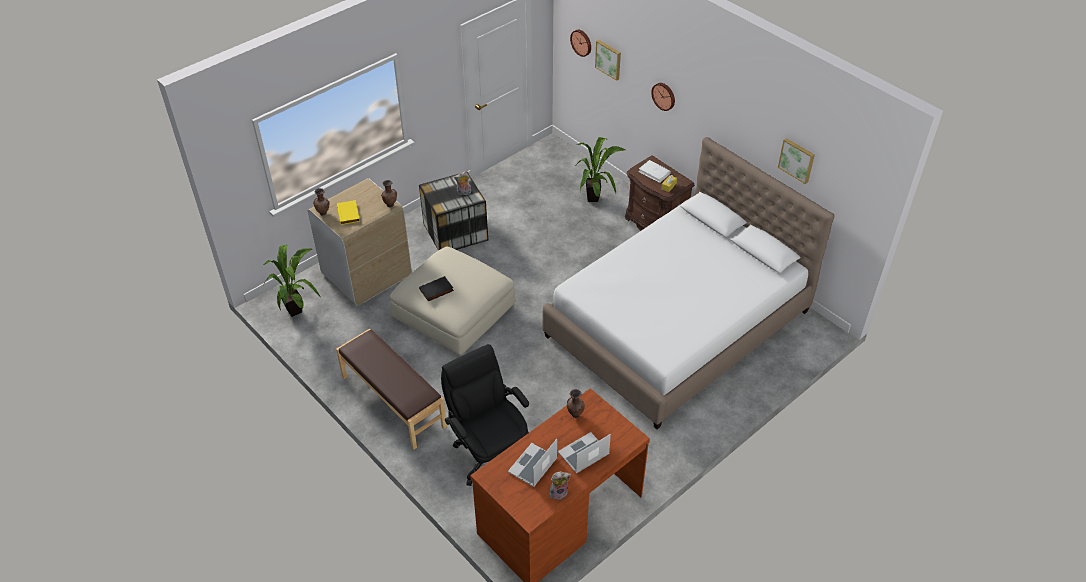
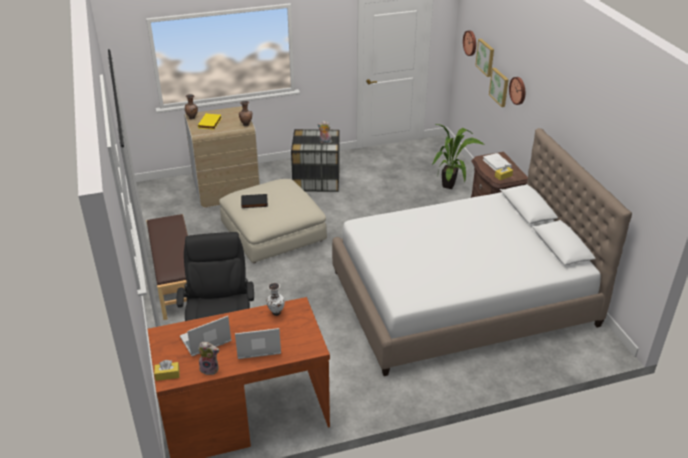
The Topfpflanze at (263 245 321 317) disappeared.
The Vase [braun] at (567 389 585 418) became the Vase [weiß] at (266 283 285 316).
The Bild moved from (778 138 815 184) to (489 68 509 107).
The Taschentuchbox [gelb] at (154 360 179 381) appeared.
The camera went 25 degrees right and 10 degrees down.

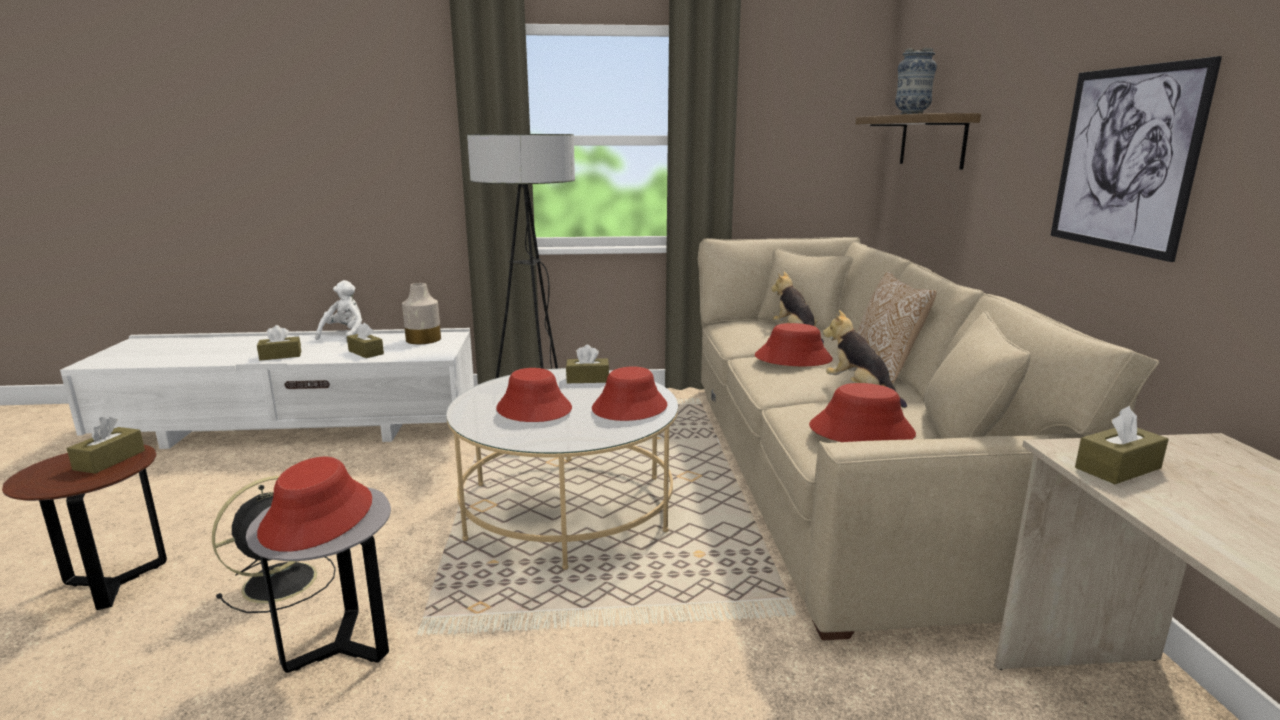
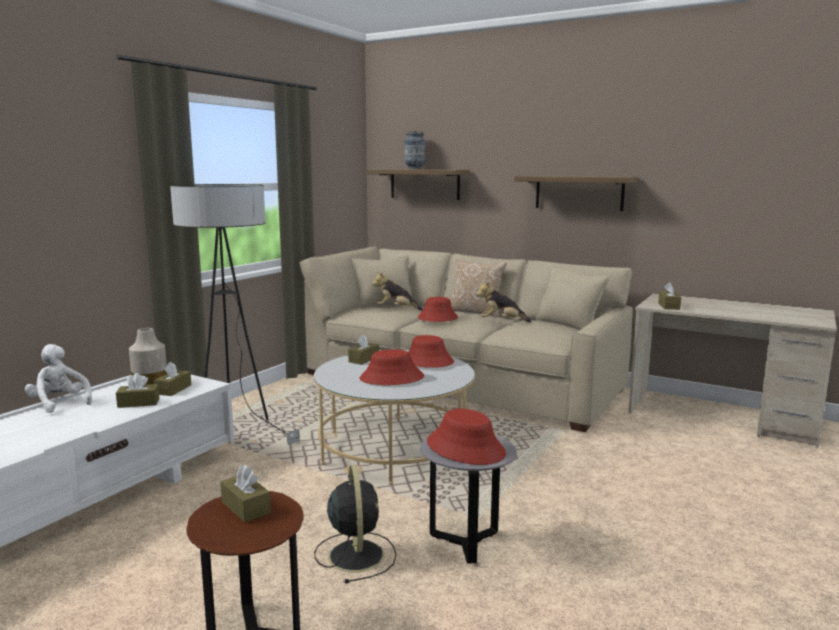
The Taschentuchbox [braun] moved from (257 325 301 361) to (154 361 191 396).
The Hut [rot] at (809 383 916 442) disappeared.
The Bild at (1051 56 1222 262) was replaced by the Wandregal at (514 176 639 211).
The camera went 55 degrees left and 5 degrees down.

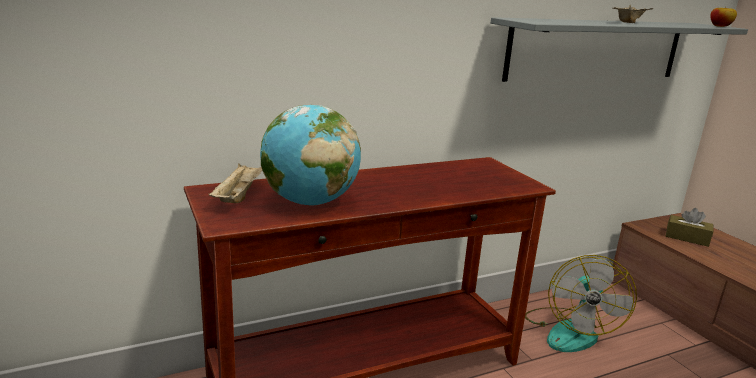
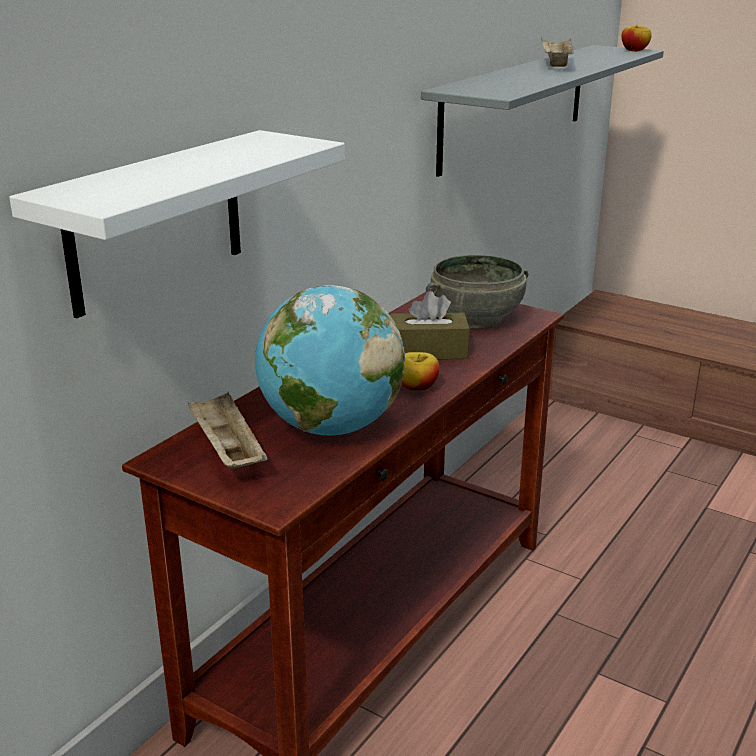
The Ventilator at (525 255 637 352) disappeared.
The Taschentuchbox [braun] moved from (666 208 714 247) to (389 291 470 360).
The Wandregal [weiß] at (9 130 345 318) appeared.
The Apfel at (402 352 439 391) appeared.
The Schüssel [grau] at (426 255 528 329) appeared.
The camera went 30 degrees left and 5 degrees up.

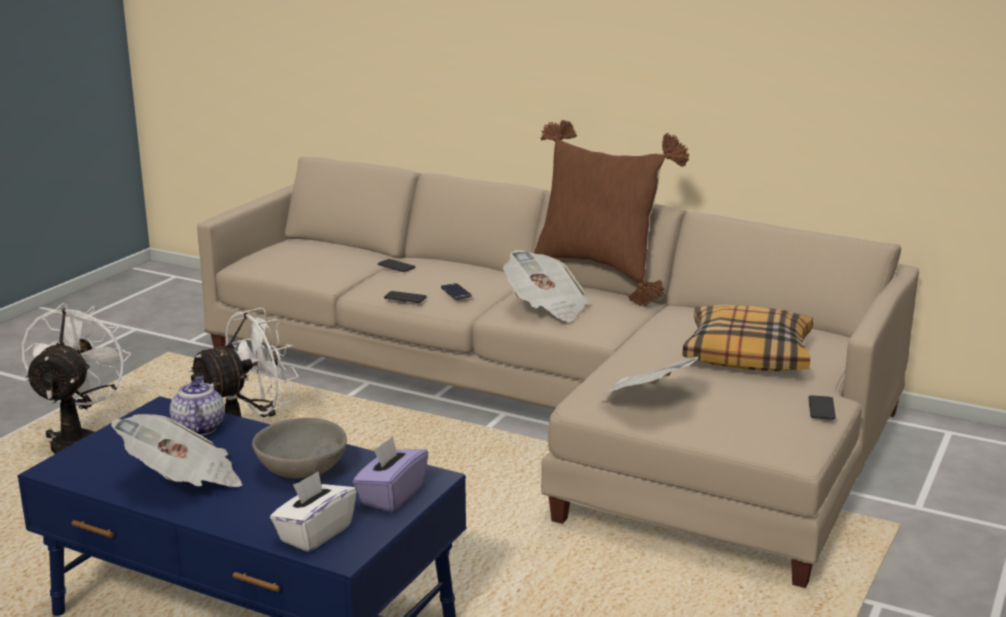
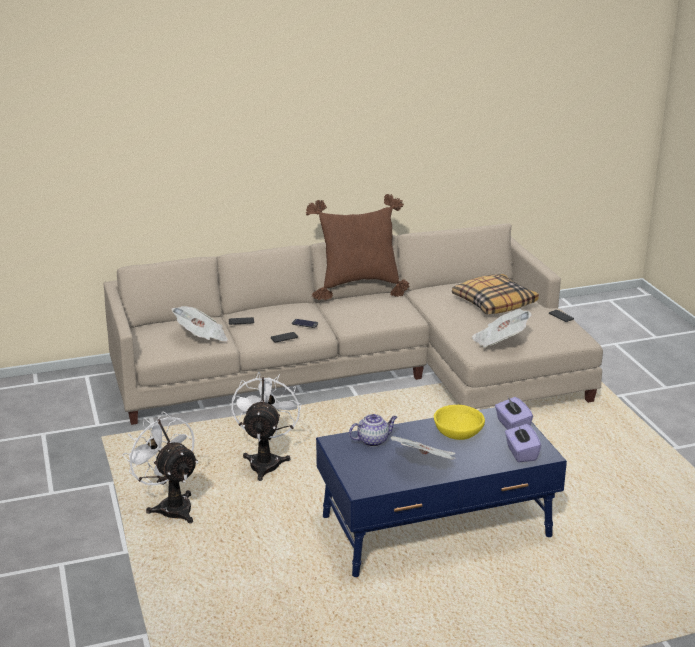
The Teekanne at (170 376 225 436) turned 120 degrees clockwise.
The Schüssel [grau] at (252 418 347 478) became the Schüssel [gelb] at (434 405 485 440).
The Taschentuchbox [weiß] at (270 471 357 552) became the Taschentuchbox [lila] at (505 424 541 462).
The Zeitung moved from (503 250 590 322) to (172 306 228 342).
The camera went 45 degrees left and 5 degrees up.

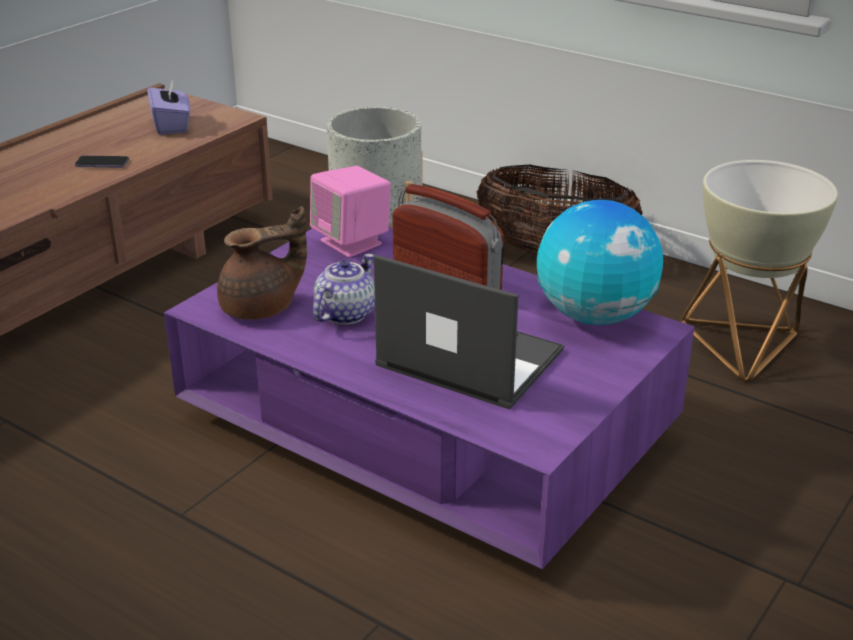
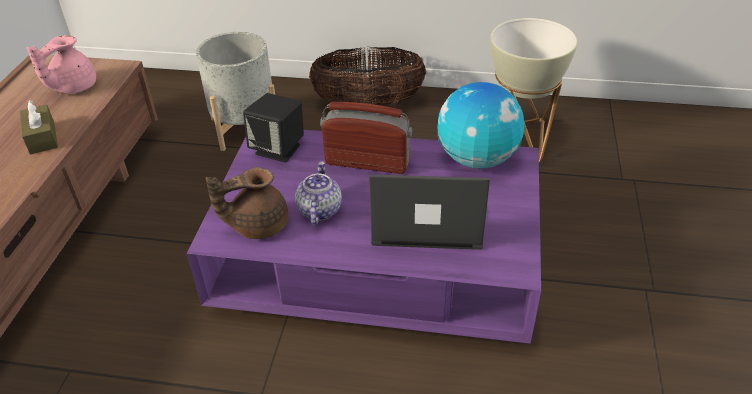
The Handy at (75 156 129 168) was replaced by the Taschentuchbox [braun] at (20 100 58 154).
The Taschentuchbox [lila] at (147 78 190 135) was replaced by the Teekanne [rosa] at (26 35 96 94).
The Teekanne [braun] at (217 206 307 320) turned 150 degrees counterclockwise.
The Lautsprecher [rosa] at (310 166 391 257) became the Lautsprecher [schwarz] at (243 93 304 163).
The camera went 25 degrees left and 10 degrees up.

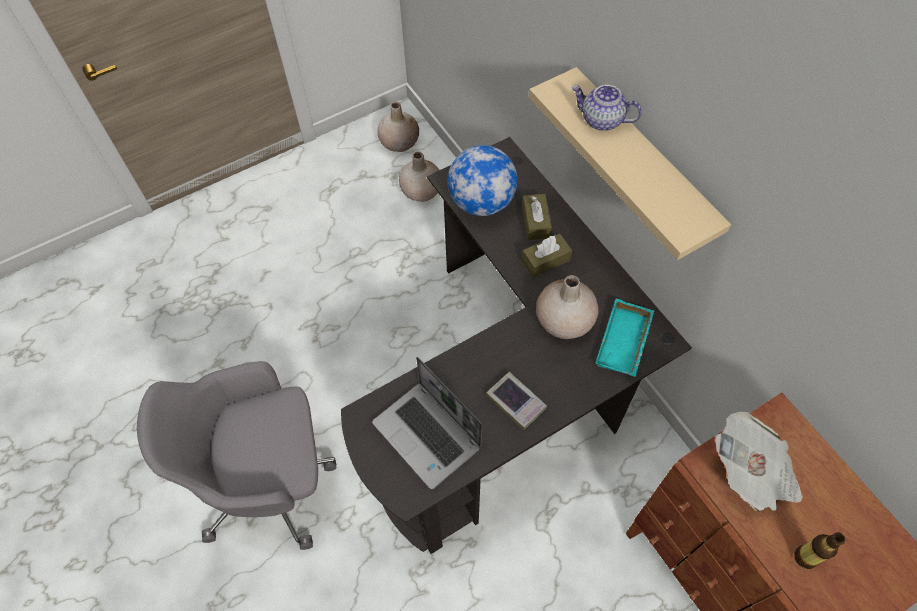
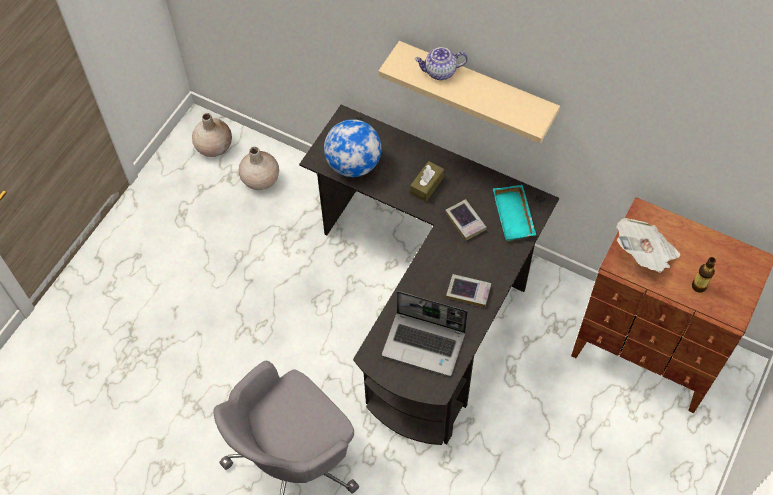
The Taschentuchbox [braun] at (522 194 552 240) disappeared.
The Vase [beige] at (536 275 598 339) was replaced by the Buch at (445 199 487 241).
The camera went 30 degrees left and 0 degrees up.

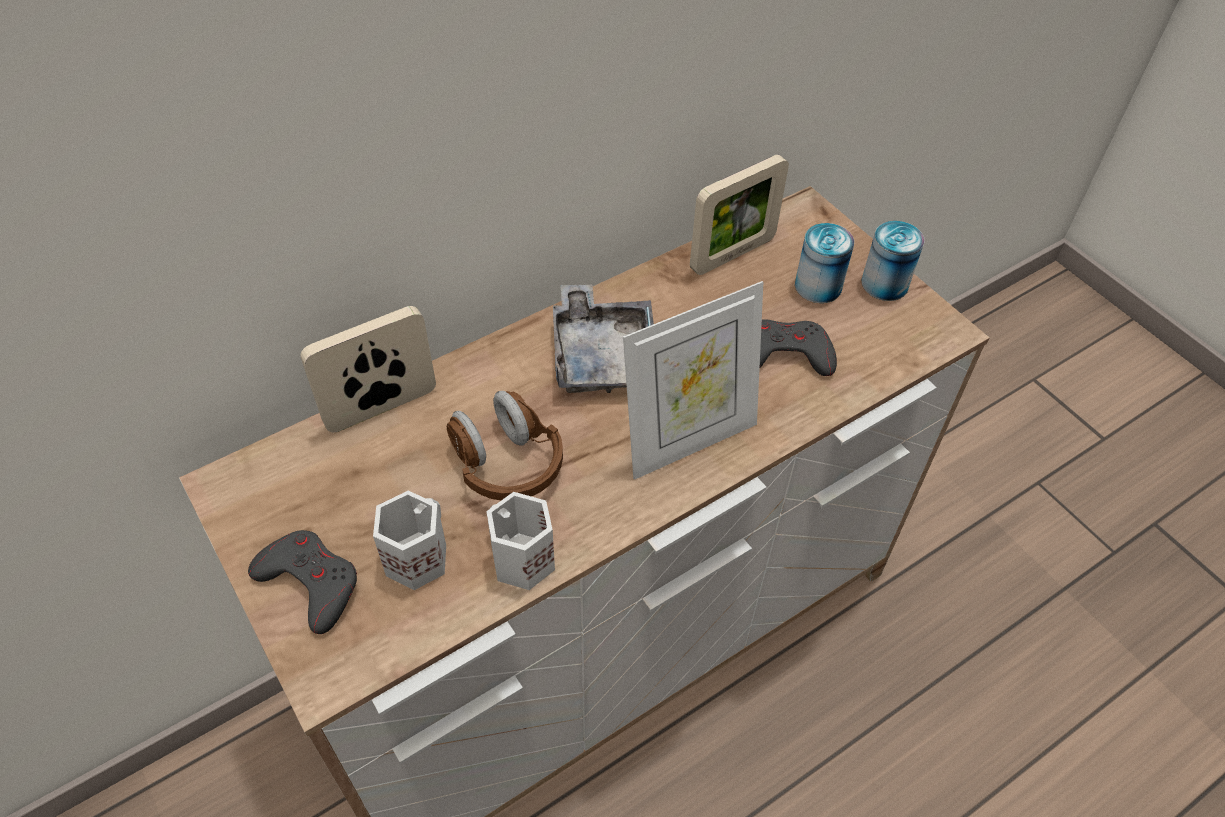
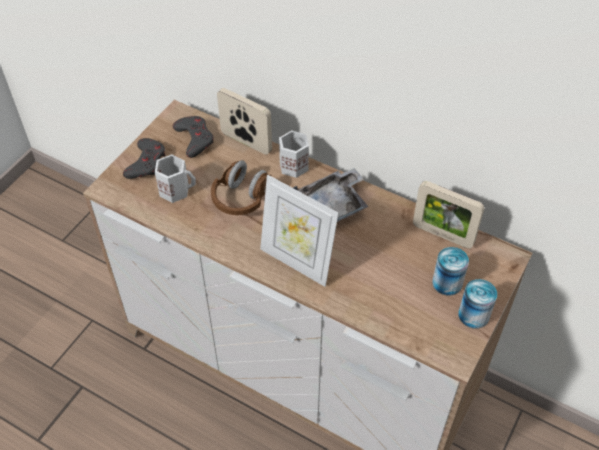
The Henkelbecher [weiß] moved from (486 492 555 590) to (279 130 309 178).
The Gamepad [grau] moved from (760 319 837 376) to (173 116 214 158).
The camera went 65 degrees right and 0 degrees up.

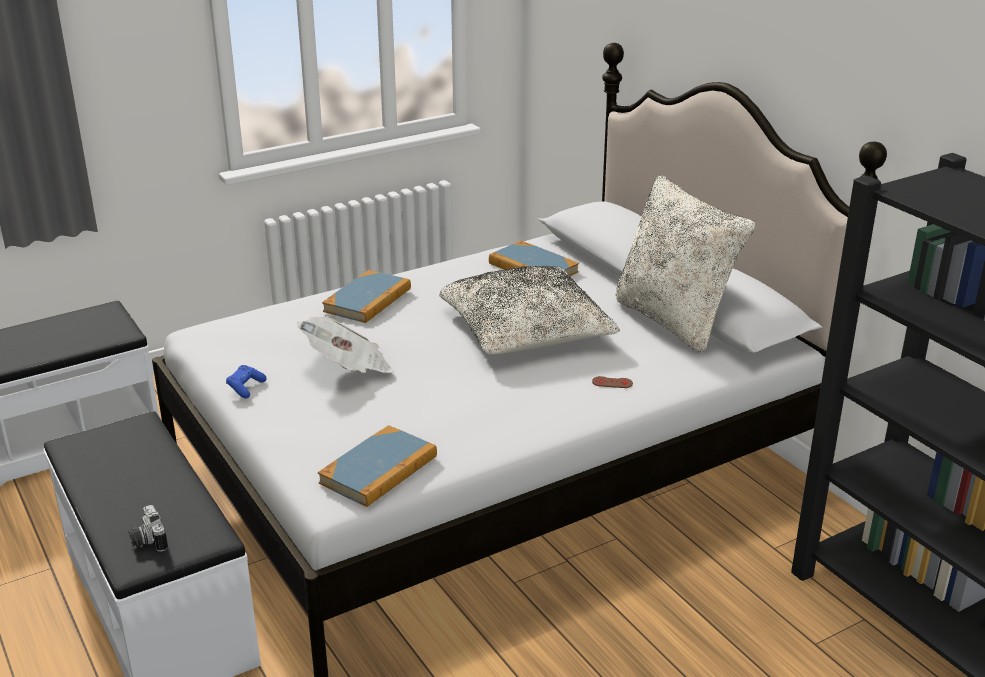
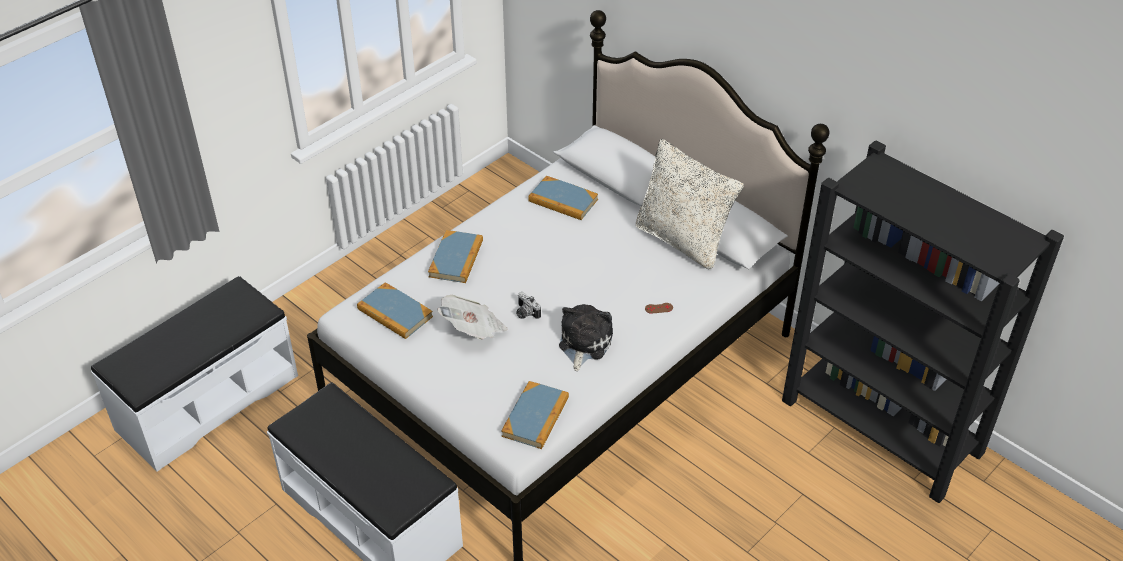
The Kamera moved from (129 505 168 552) to (516 292 541 319).
The Gamepad [blau] at (226 365 267 399) disappeared.
The Kissen [beige] at (440 266 620 354) disappeared.
The Buch at (357 282 433 339) appeared.
The Plüschtier at (559 304 613 371) appeared.
The camera went 15 degrees left and 15 degrees up.

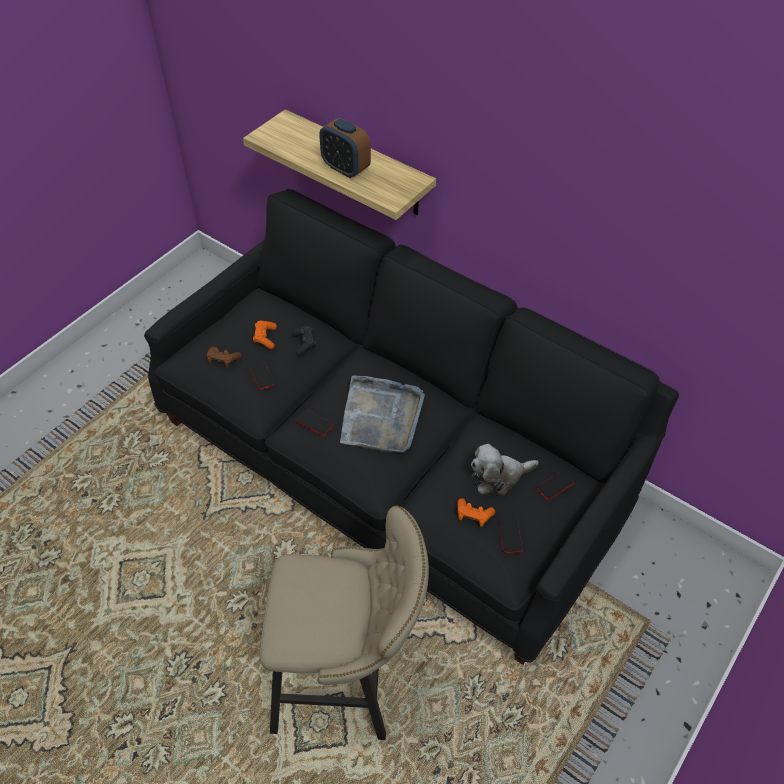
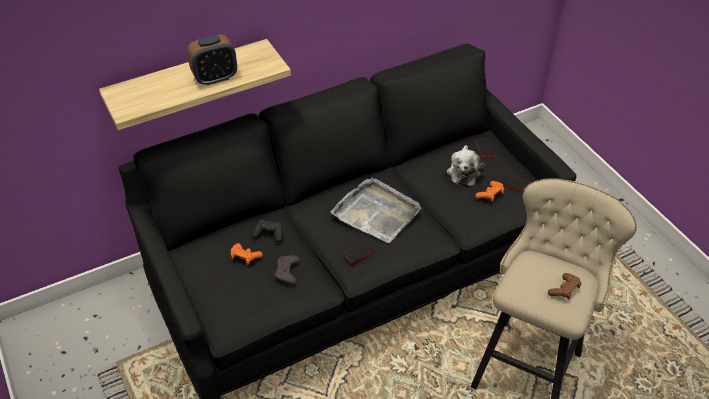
The Gamepad [braun] moved from (207 346 242 368) to (548 273 581 300).
The Handy at (250 362 274 390) was replaced by the Gamepad [grau] at (275 255 300 285).
The camera went 65 degrees left and 5 degrees down.

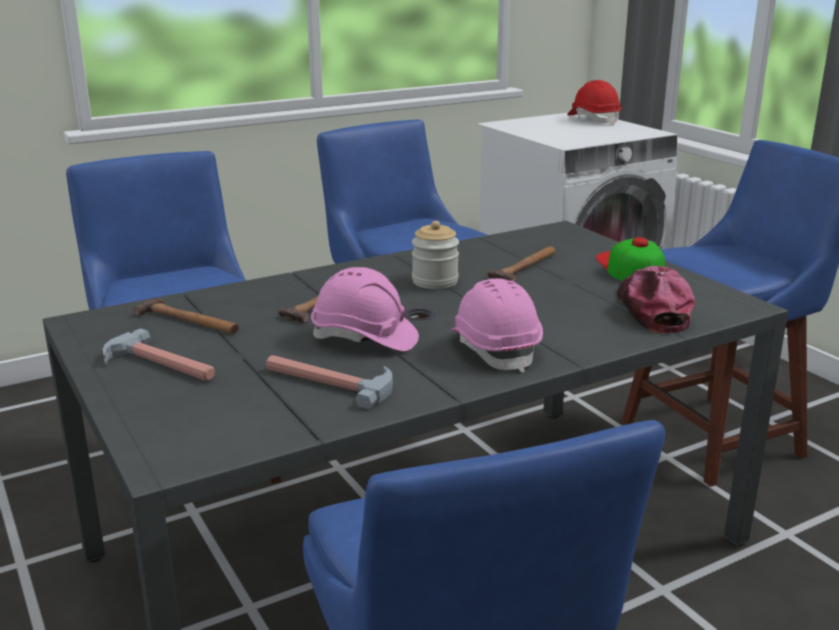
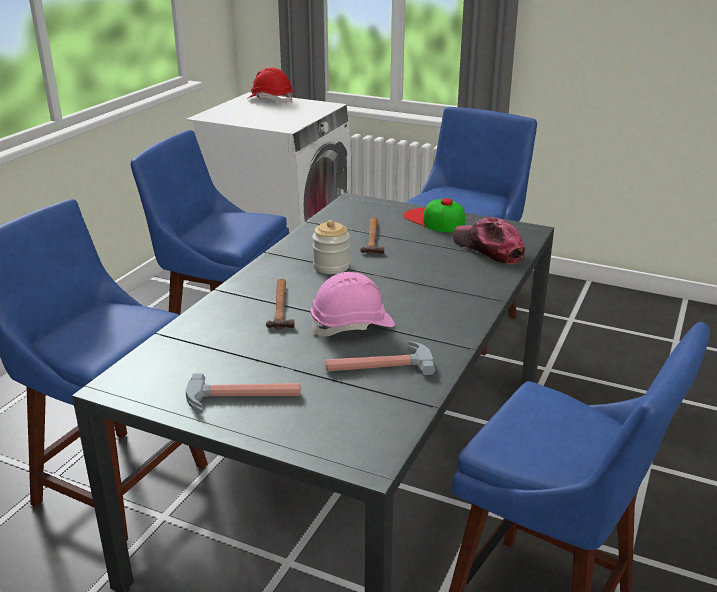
The Hammer at (133 298 239 334) disappeared.
The Schutzhelm [rosa] at (449 278 543 373) disappeared.
The camera went 35 degrees left and 5 degrees up.

